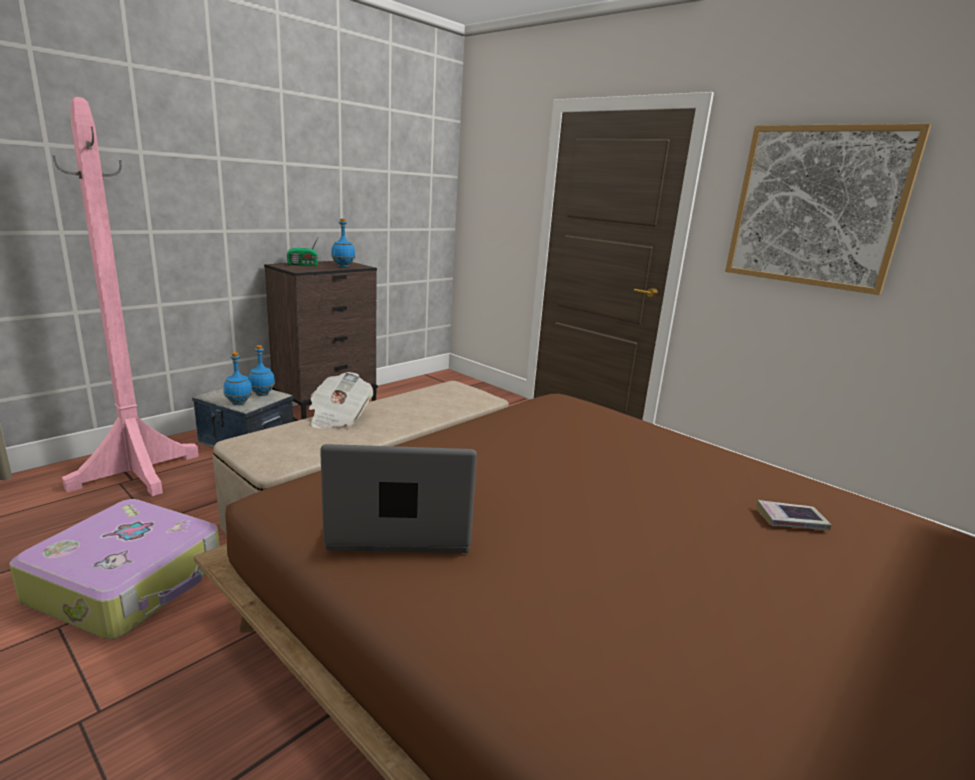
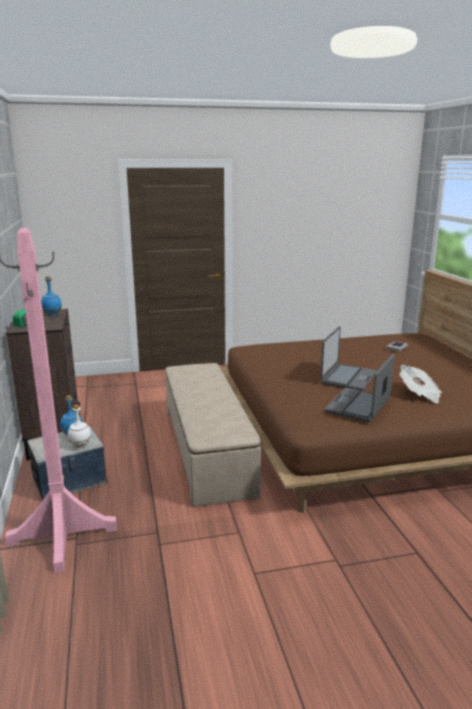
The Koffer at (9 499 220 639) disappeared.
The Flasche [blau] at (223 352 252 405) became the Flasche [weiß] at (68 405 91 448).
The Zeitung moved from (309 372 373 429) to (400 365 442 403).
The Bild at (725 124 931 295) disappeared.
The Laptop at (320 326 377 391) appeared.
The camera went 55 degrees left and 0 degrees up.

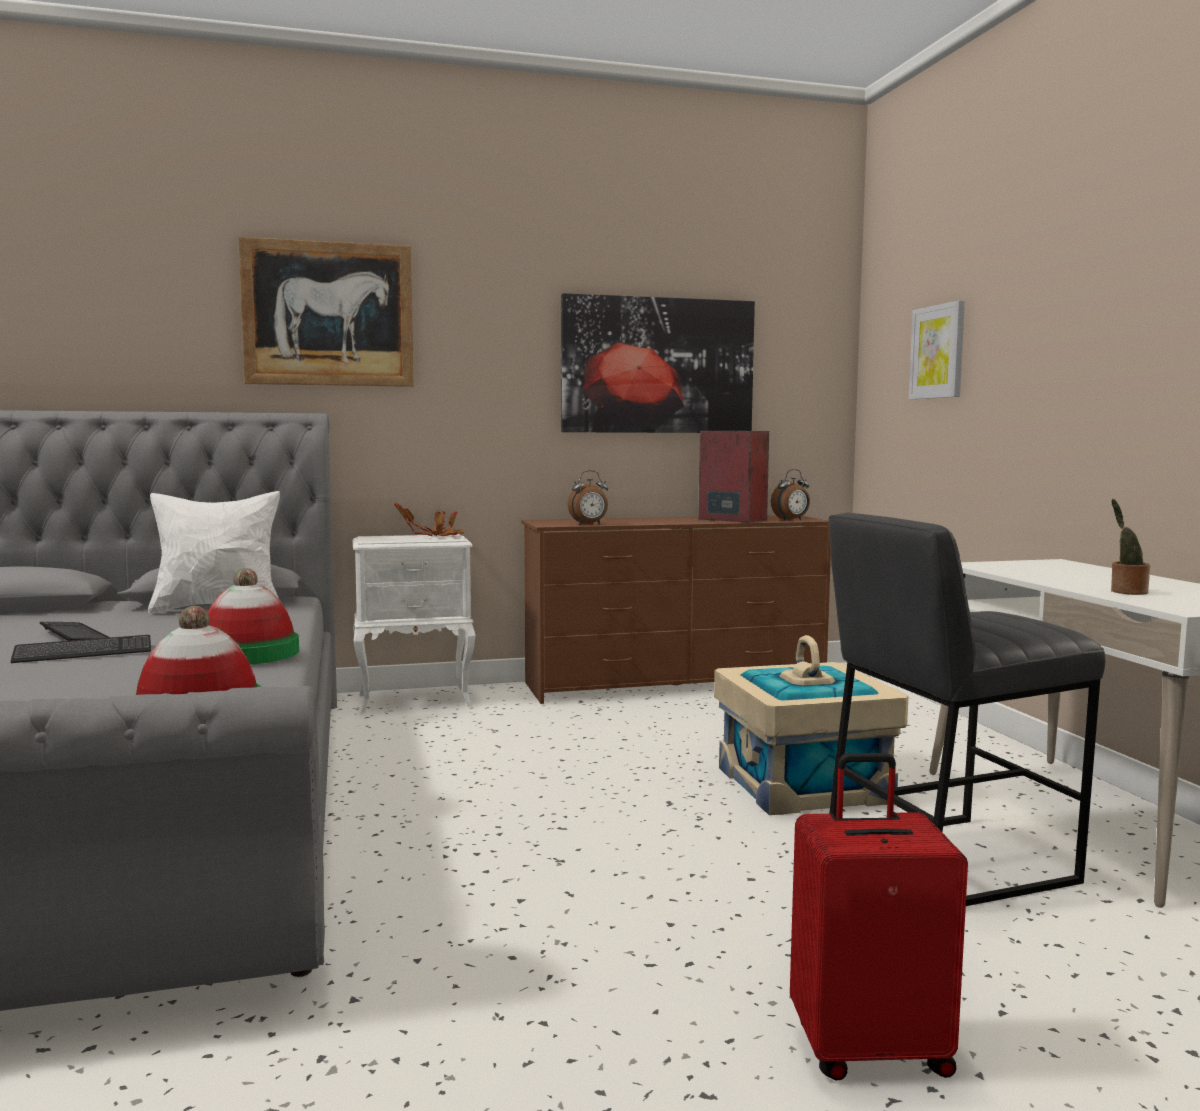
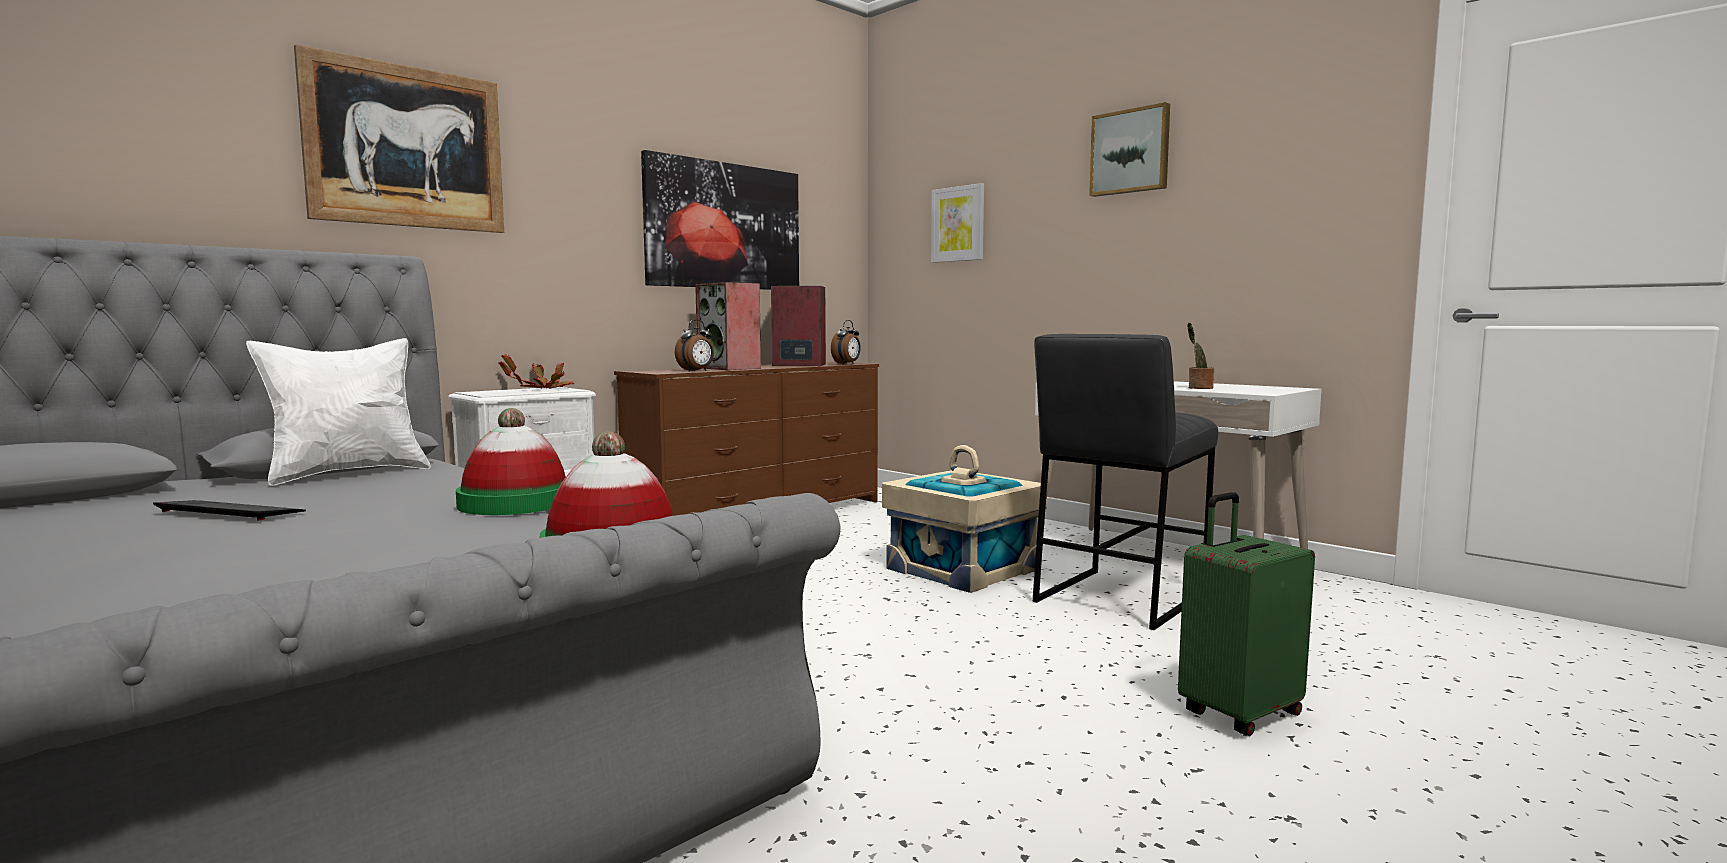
The Tastatur at (11 635 151 663) disappeared.
The Koffer [rot] at (790 753 968 1081) became the Koffer [grün] at (1178 492 1315 736).
The Lautsprecher at (695 282 761 370) appeared.
The Bild at (1089 102 1170 197) appeared.
The camera went 30 degrees left and 0 degrees up.

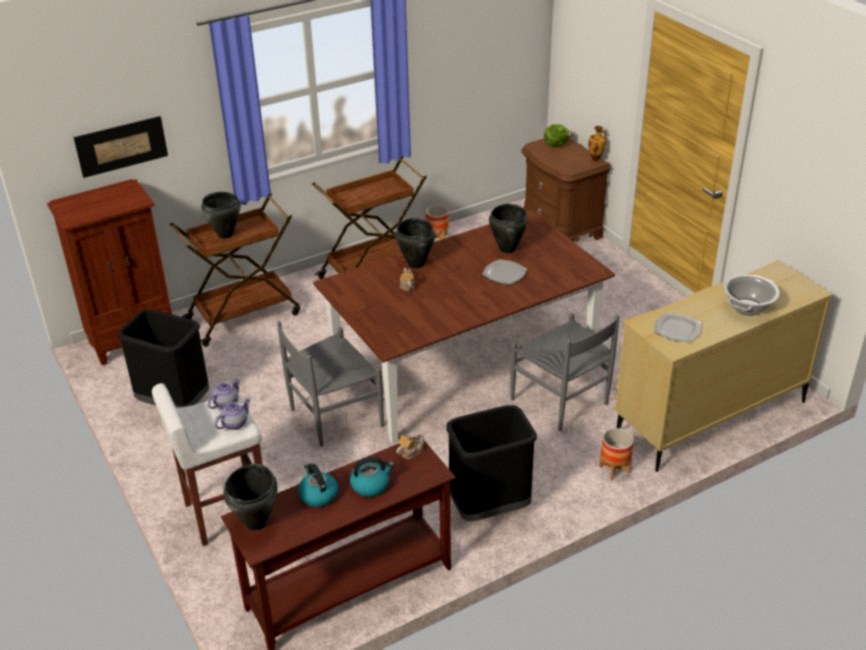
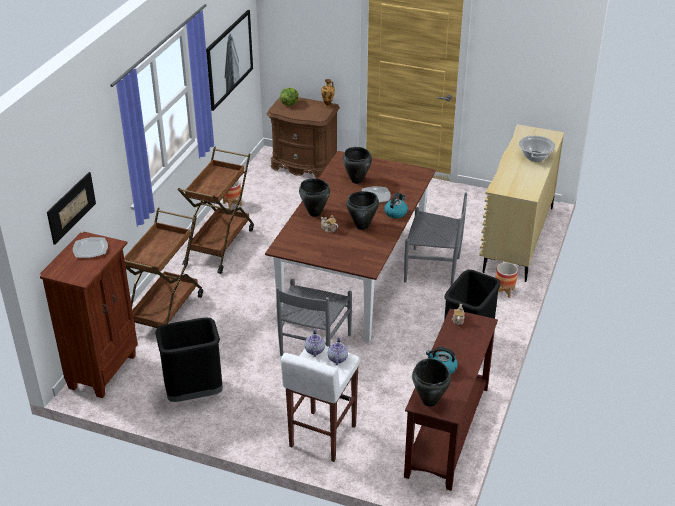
The Kochtopf [schwarz] moved from (202 192 241 239) to (346 191 379 230).
The Wasserkessel moved from (350 456 394 497) to (384 193 408 218).
The Teller moved from (654 313 701 342) to (73 237 108 258).
The Bild at (206 10 253 111) appeared.
The camera went 40 degrees left and 0 degrees up.

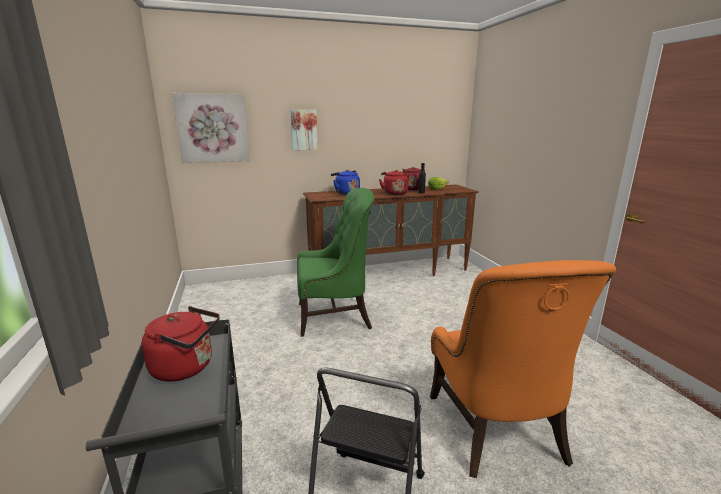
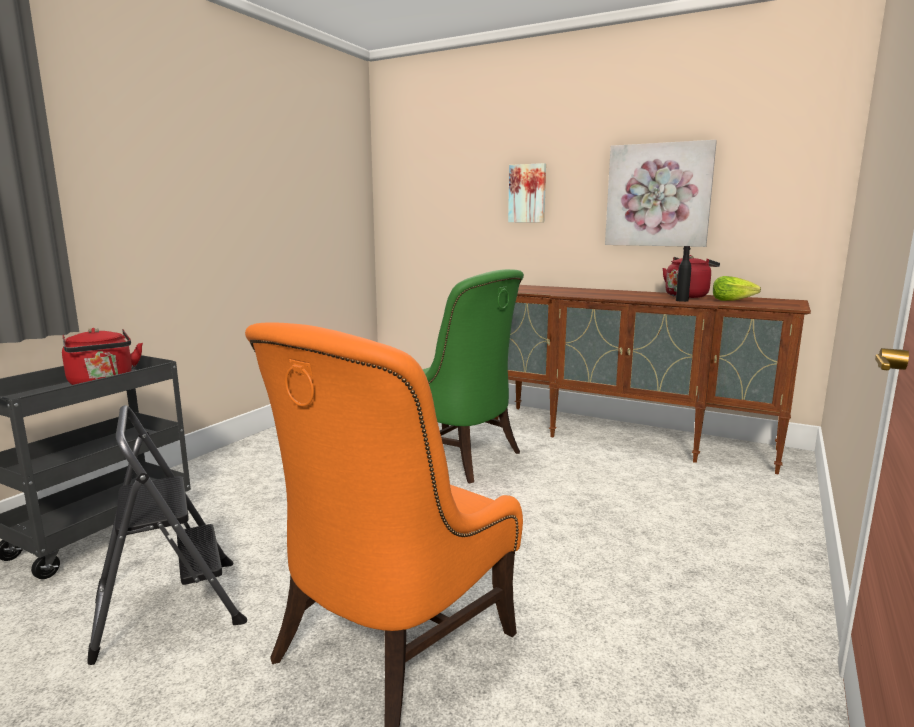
The Bild moved from (172 93 250 163) to (605 140 717 247).
The Wasserkessel [blau] at (331 170 360 195) disappeared.
The Wasserkessel [rot] at (379 170 408 195) disappeared.
The camera went 45 degrees right and 5 degrees down.

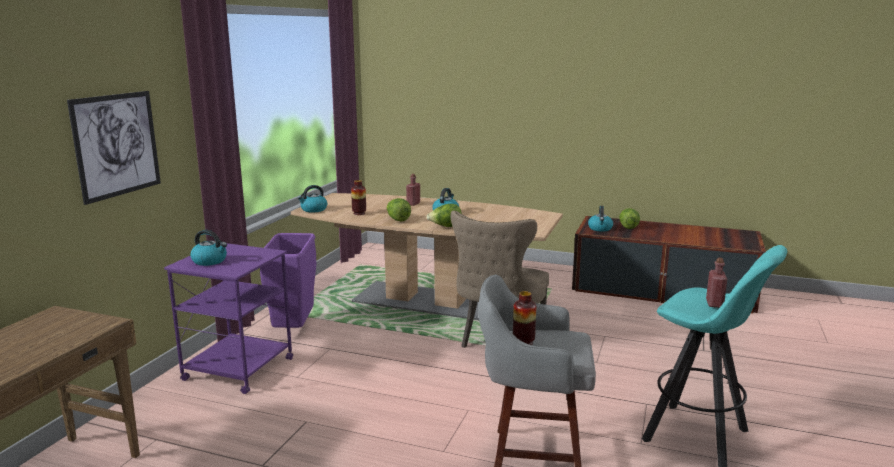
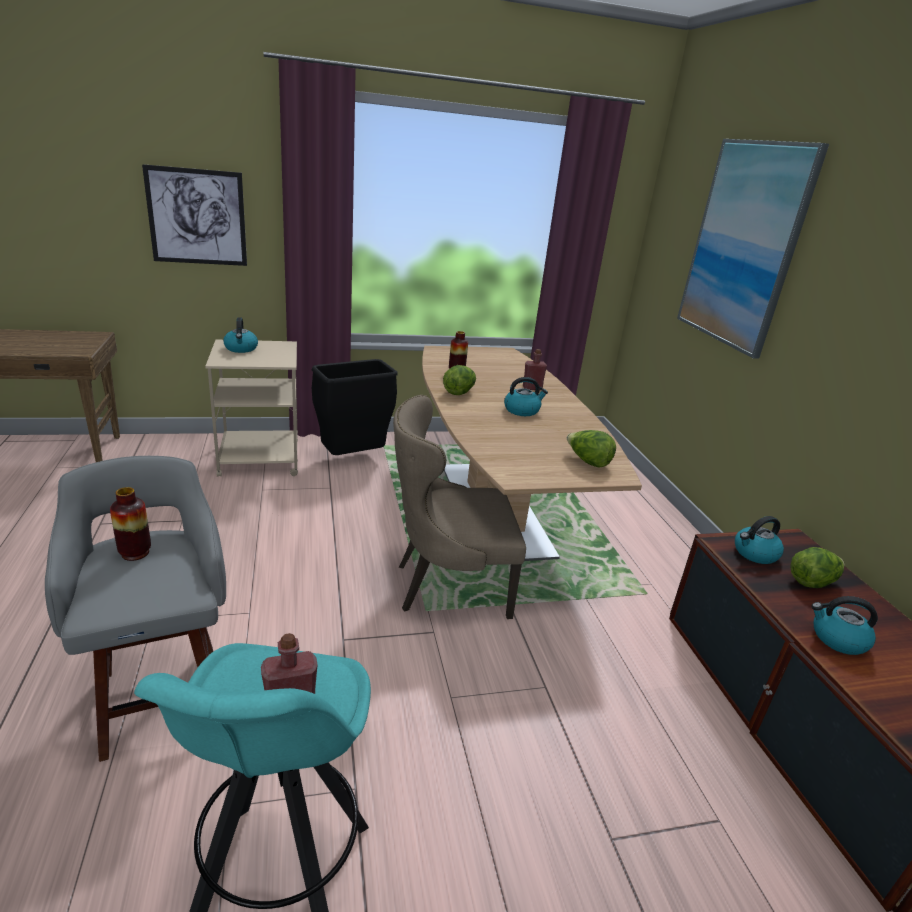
The Rollwagen [lila] at (164 243 293 394) became the Rollwagen [beige] at (205 340 298 477).
The Mülleimer [lila] at (260 233 316 328) became the Mülleimer [schwarz] at (312 359 398 455).
The Wasserkessel moved from (297 185 327 212) to (812 596 878 655).
The Salatkopf moved from (427 204 462 227) to (567 430 616 467).
The Bild at (677 139 829 359) appeared.
The camera went 55 degrees right and 10 degrees up.

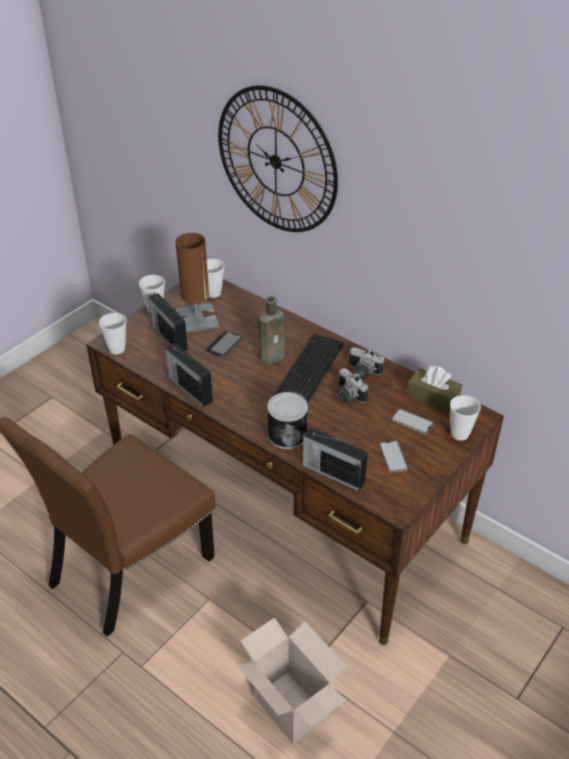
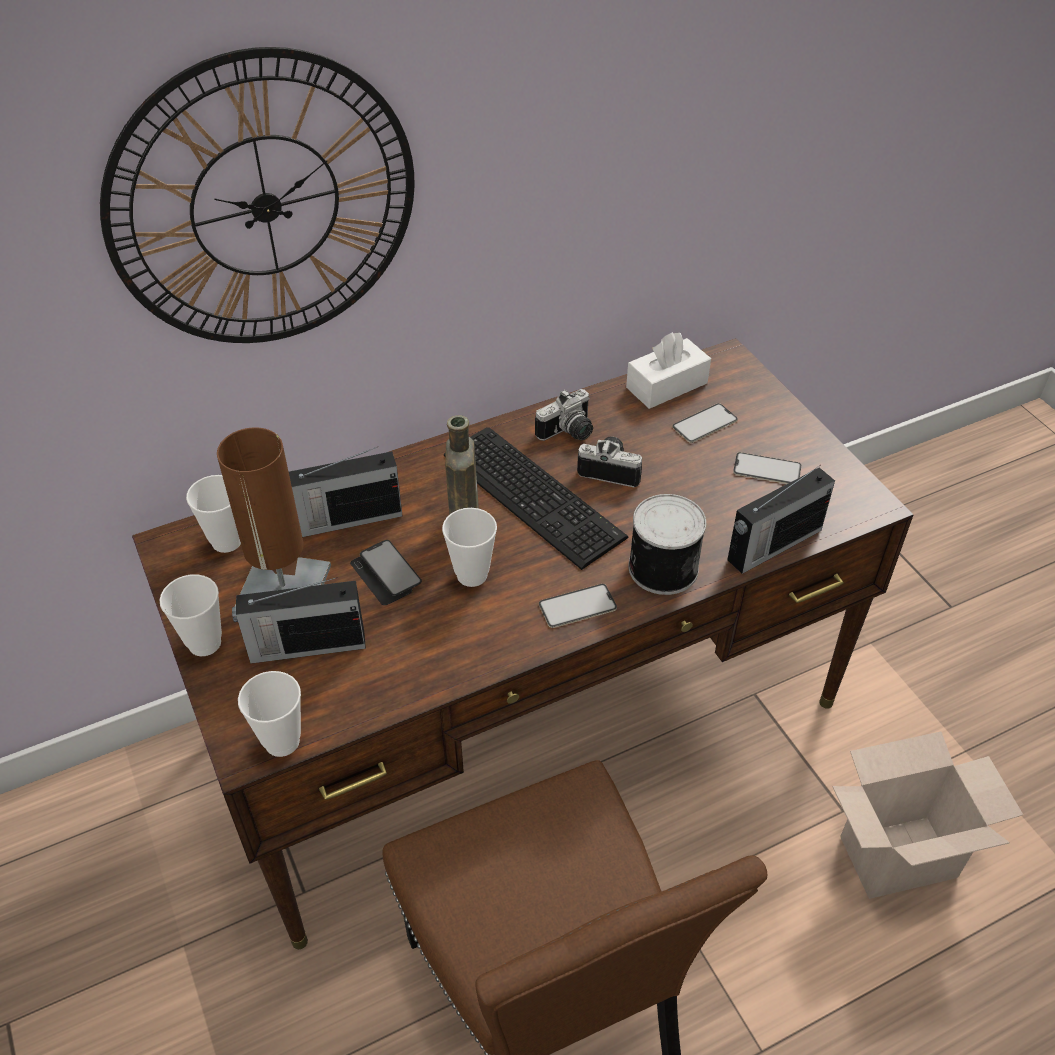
The Radio moved from (165 343 213 407) to (289 447 402 537).
The Kamera at (336 368 368 403) turned 150 degrees counterclockwise.
The Taschentuchbox [braun] at (407 366 462 413) became the Taschentuchbox [weiß] at (626 332 711 409).
The Tasse moved from (450 395 481 441) to (442 508 497 587).
The Handy at (539 584 617 628) appeared.
The camera went 65 degrees left and 5 degrees up.

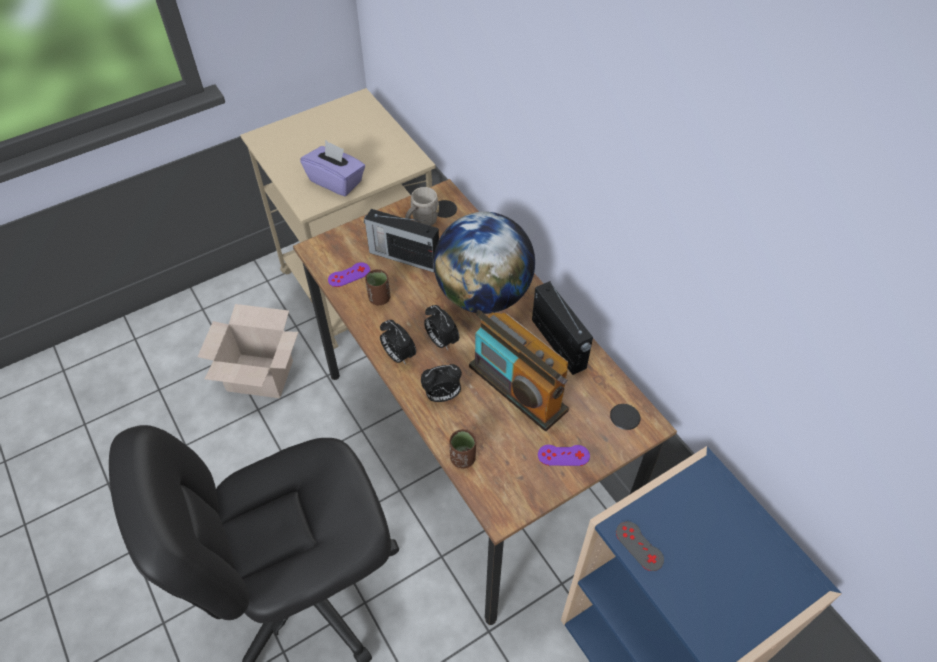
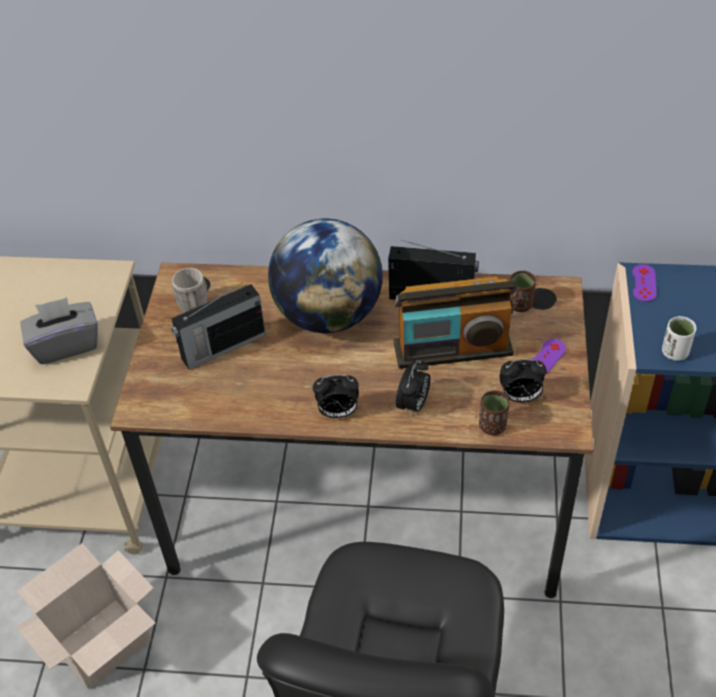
The Taschentuchbox [lila] at (300 140 365 196) became the Taschentuchbox [grau] at (20 297 98 364).
The Gamepad [lila] moved from (328 262 370 287) to (632 264 657 302).
The Tasse [braun] moved from (365 269 390 305) to (510 271 536 312).
The Wecker moved from (424 305 459 350) to (500 359 547 403).
The Gamepad [grau] at (616 521 664 571) was replaced by the Tasse [weiß] at (662 316 696 361).
The camera went 50 degrees left and 5 degrees down.

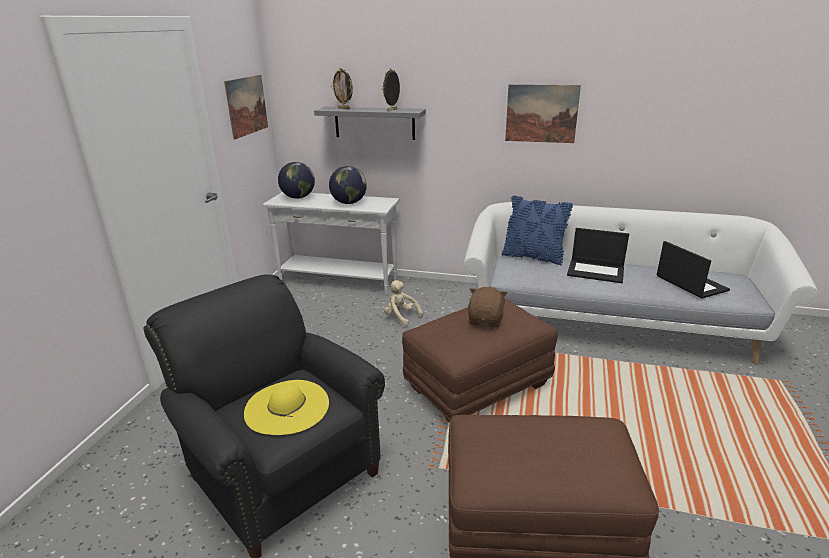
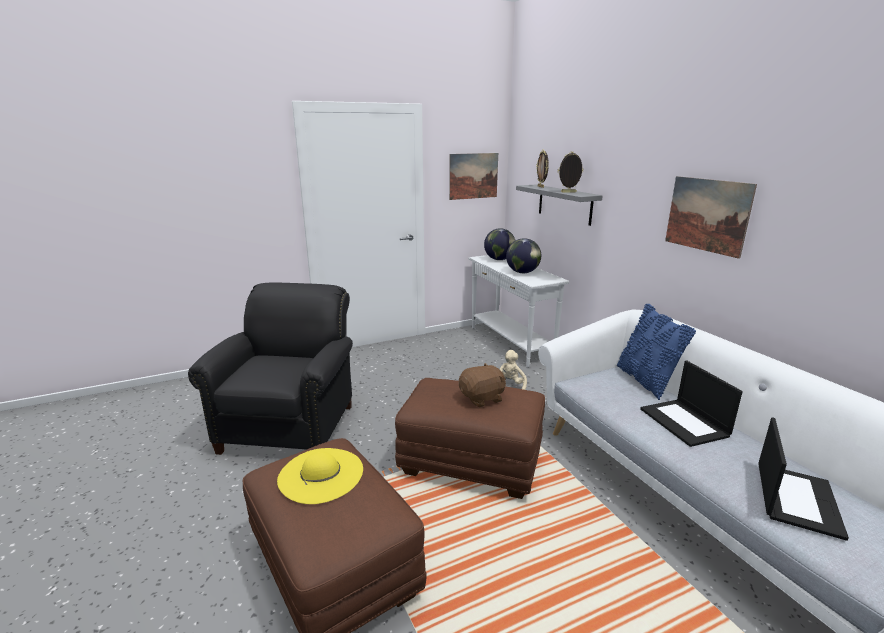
The Hut [gelb] moved from (244 380 329 435) to (277 448 363 504).
The camera went 50 degrees right and 5 degrees down.

